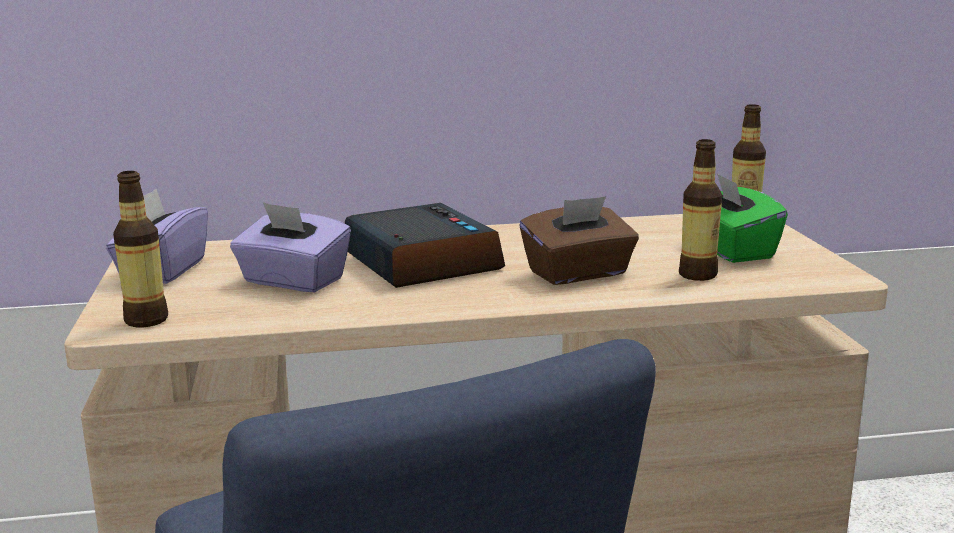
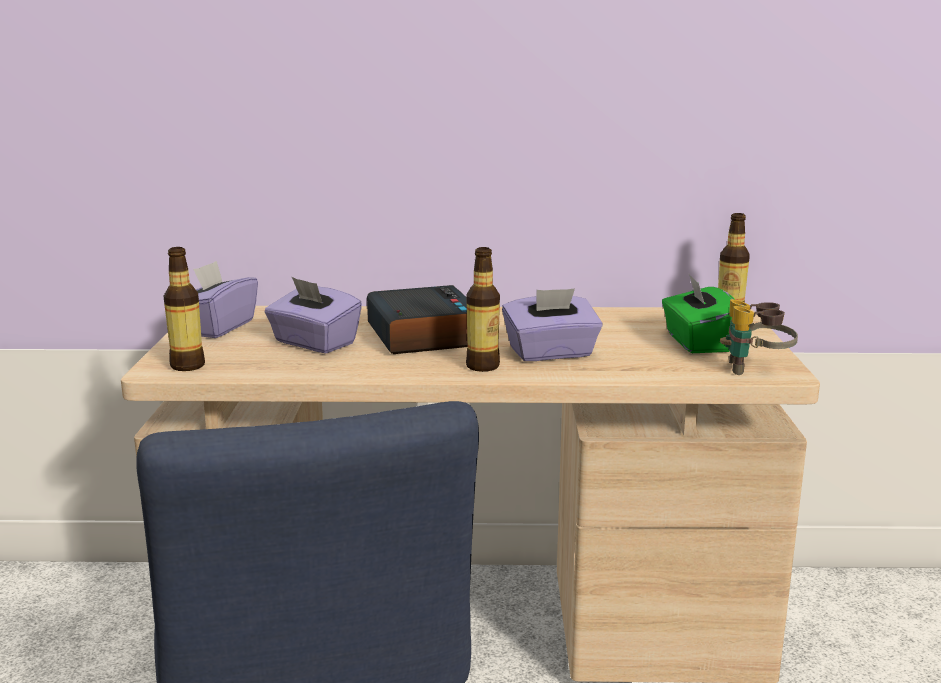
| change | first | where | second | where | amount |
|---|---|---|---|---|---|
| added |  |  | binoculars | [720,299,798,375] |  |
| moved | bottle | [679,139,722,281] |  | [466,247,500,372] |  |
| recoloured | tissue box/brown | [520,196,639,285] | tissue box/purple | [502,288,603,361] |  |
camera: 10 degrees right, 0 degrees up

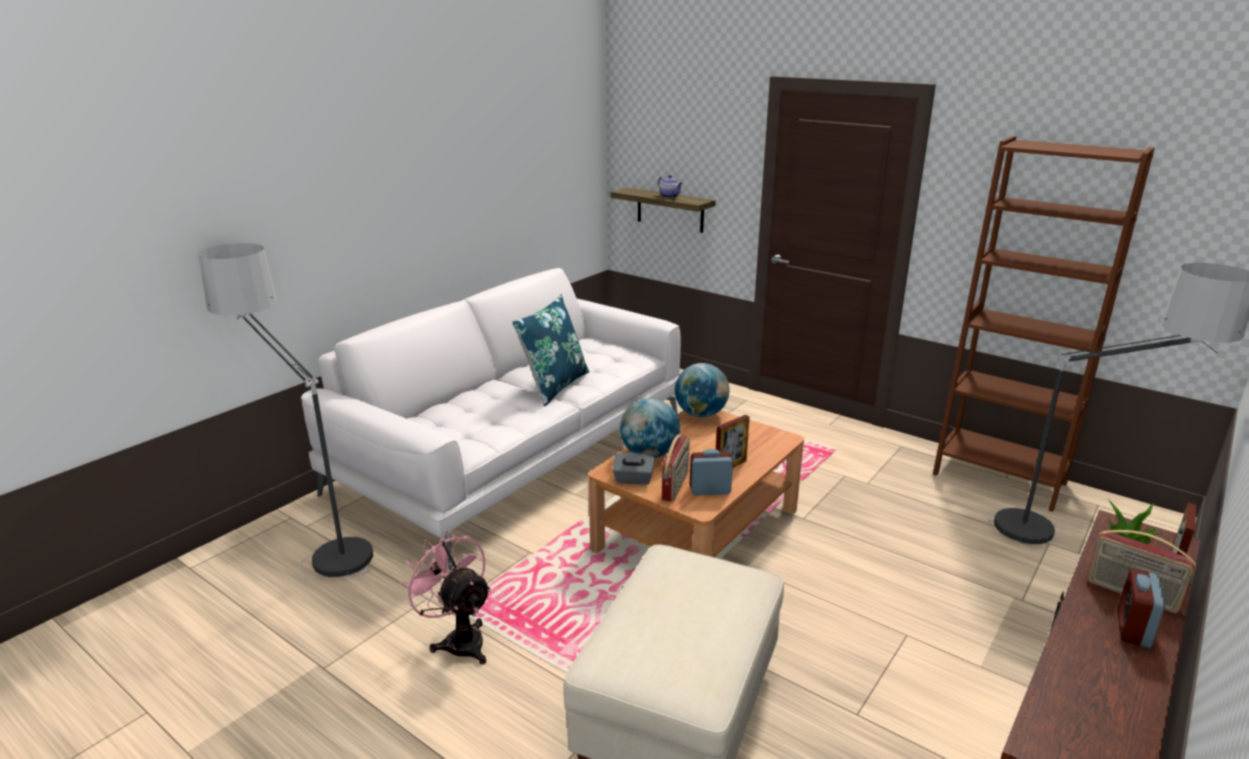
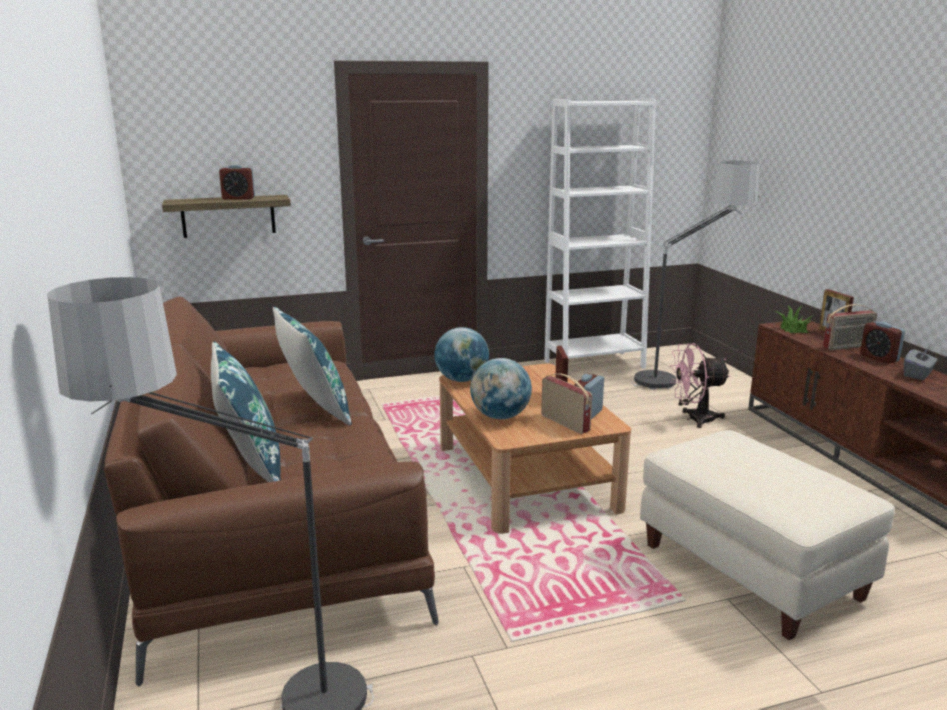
| change | first | where | second | where | amount |
|---|---|---|---|---|---|
| added |  |  | pillow/blue | [211,341,281,482] |  |
| moved | fan/pink | [399,530,491,665] |  | [669,343,730,428] |  |
| moved | tissue box/grey | [613,453,655,485] |  | [904,347,938,380] |  |
| replaced | teapot | [658,175,683,198] | alarm clock | [219,165,255,200] |  |
| recoloured | sofa/white | [301,268,681,570] | sofa/brown | [104,297,439,687] |  |
| recoloured | bookcase/brown | [933,136,1155,512] | bookcase/white | [544,98,658,369] |  |
camera: 55 degrees left, 5 degrees down

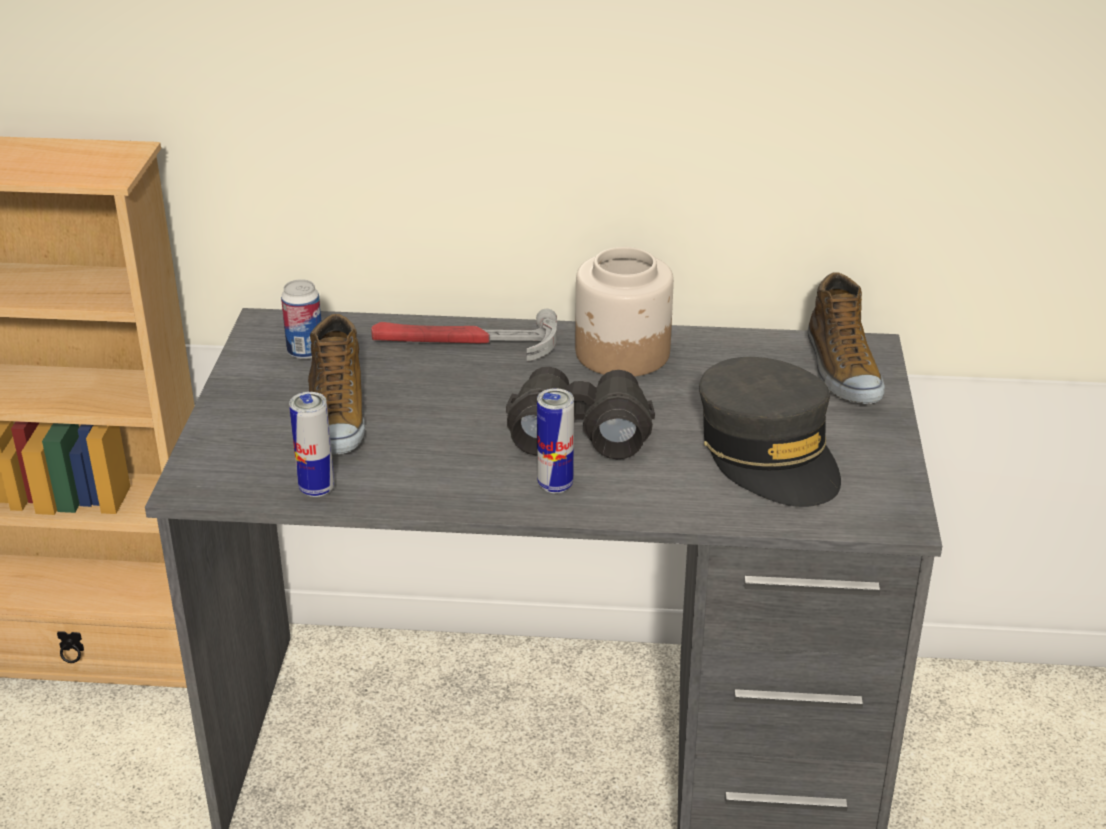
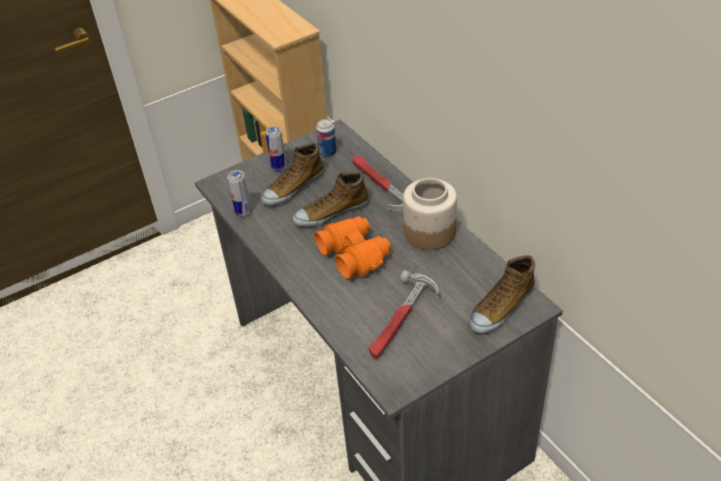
| change | first | where | second | where | amount |
|---|---|---|---|---|---|
| added |  |  | shoe | [292,172,369,227] |  |
| moved | can | [537,388,574,493] |  | [265,126,286,171] |  |
| replaced | cap/grey | [699,357,841,507] | hammer | [369,270,439,359] |  |
| recoloured | binoculars/black | [506,367,655,459] | binoculars/orange | [314,216,391,280] |  |
camera: 55 degrees right, 10 degrees up

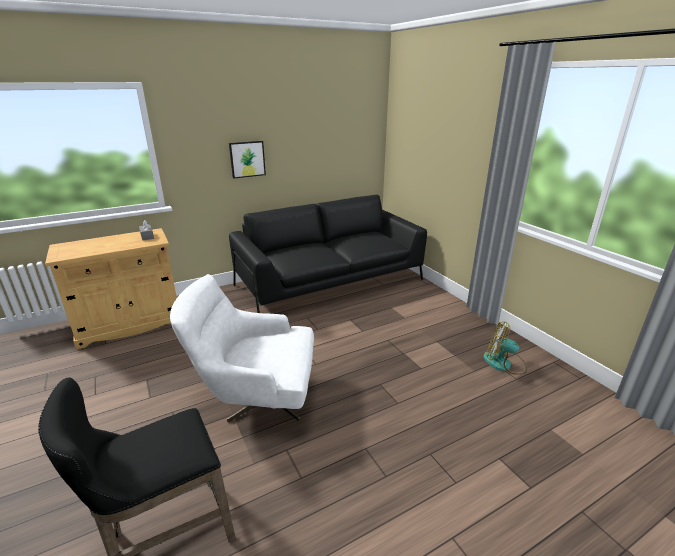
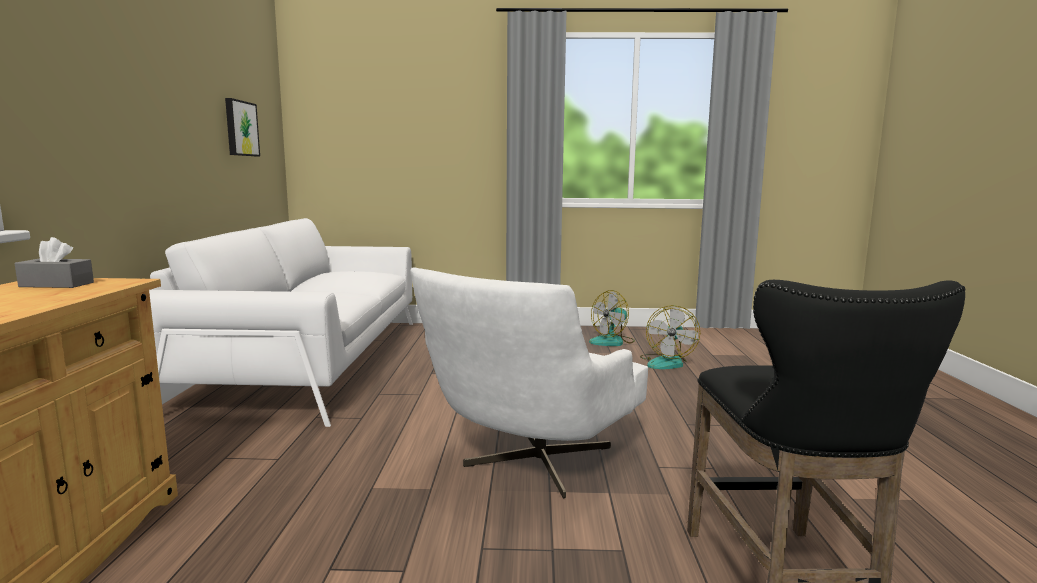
| change | first | where | second | where | amount |
|---|---|---|---|---|---|
| added |  |  | fan | [640,305,700,369] |  |
| moved | picture | [229,141,266,178] |  | [225,98,260,156] |  |
| recoloured | sofa/black | [229,195,427,313] | sofa/white | [149,218,413,427] |  |
camera: 60 degrees left, 15 degrees down

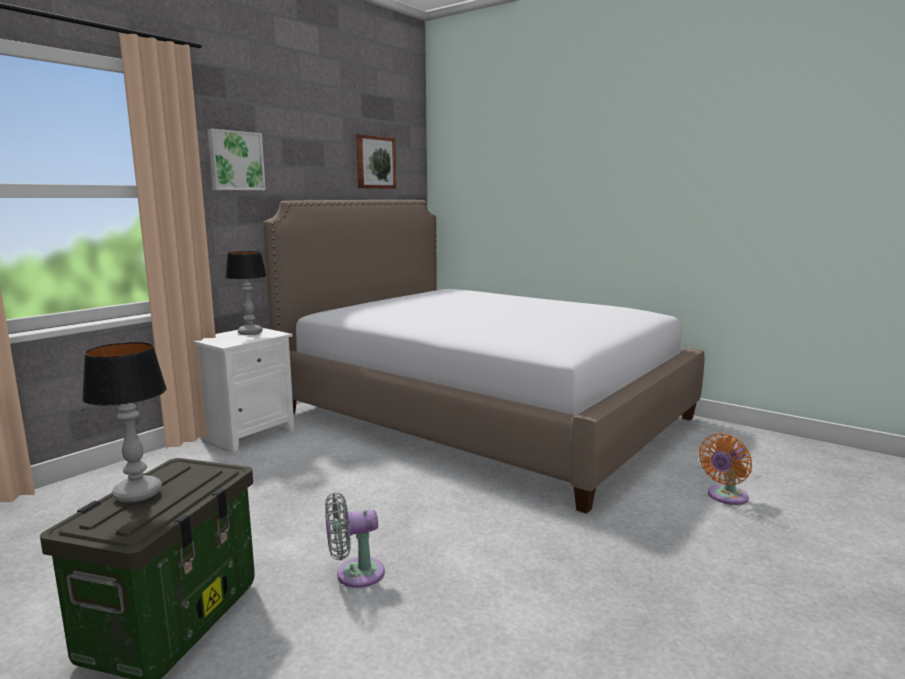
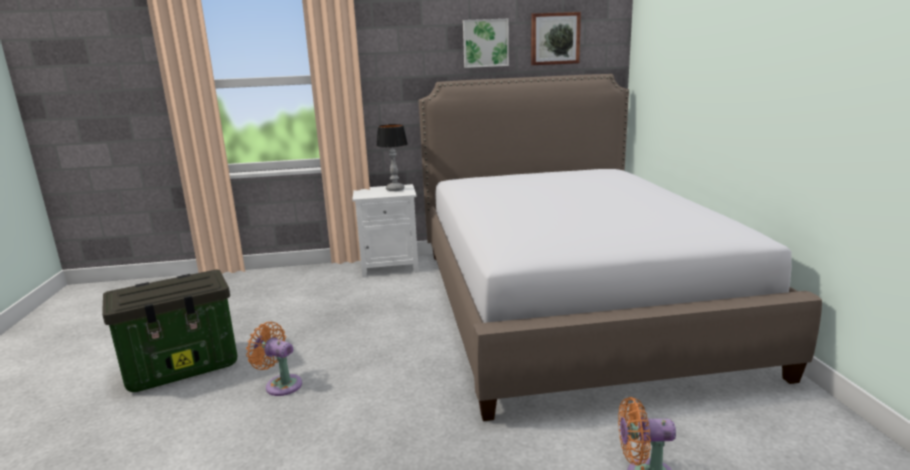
| change | first | where | second | where | amount |
|---|---|---|---|---|---|
| removed | table lamp | [82,342,167,503] |  |  |  |
| moved | picture | [207,129,266,190] |  | [463,19,509,68] |  |
| recoloured | fan/grey | [325,493,385,588] | fan/orange | [246,322,302,396] |  |
camera: 45 degrees right, 5 degrees up

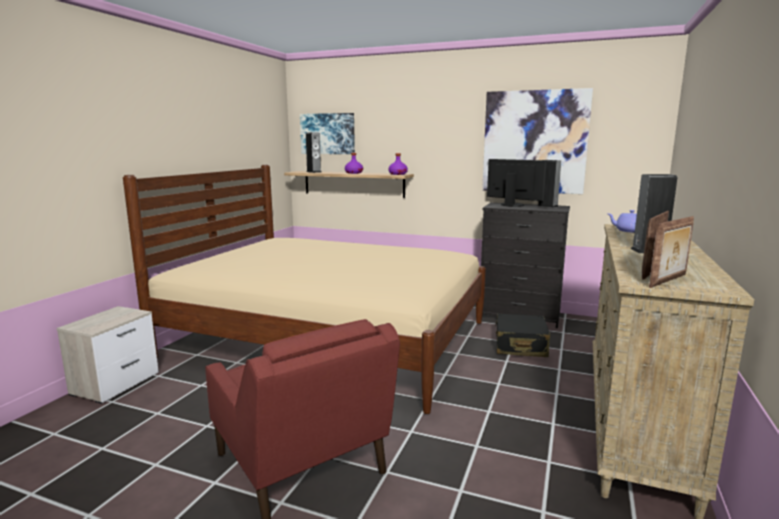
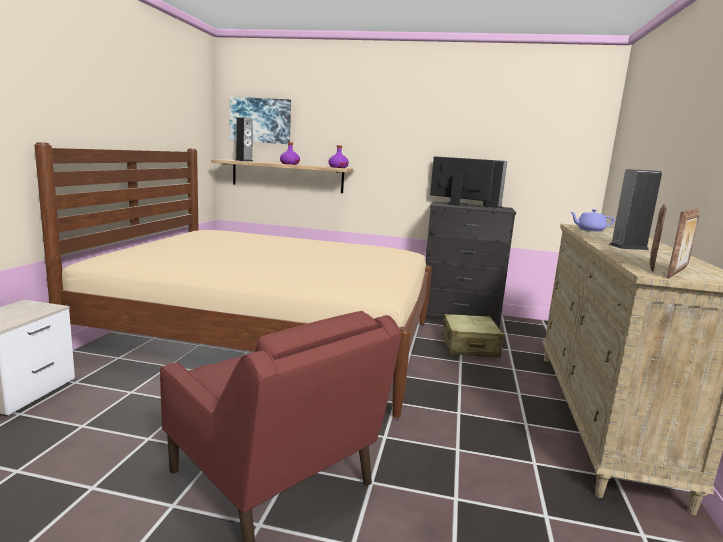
| change | first | where | second | where | amount |
|---|---|---|---|---|---|
| removed | picture | [482,88,593,194] |  |  |  |
| recoloured | suitcase/black | [495,314,550,357] | suitcase/beige | [442,314,504,357] |  |
camera: 10 degrees left, 0 degrees up

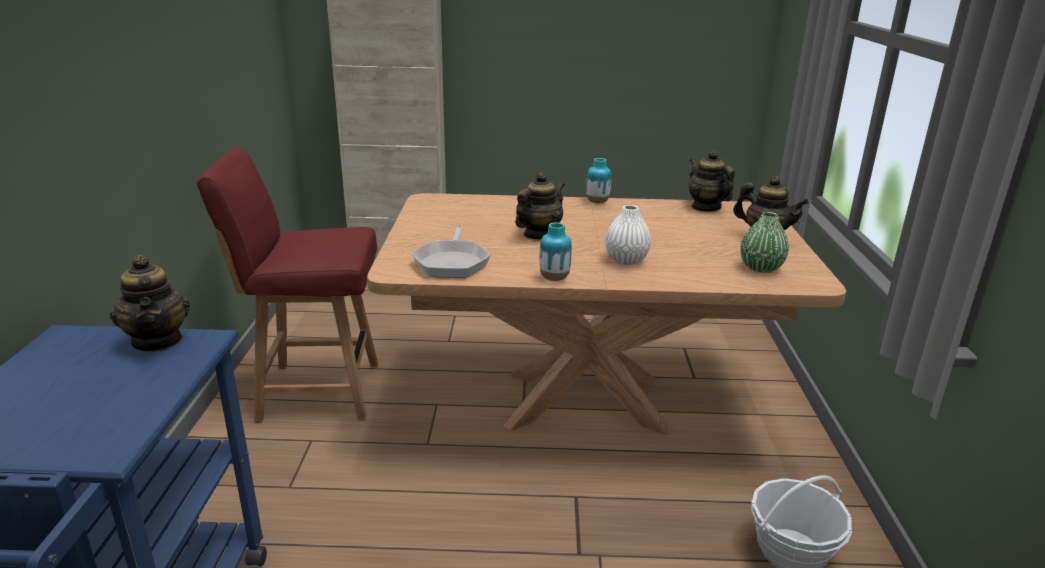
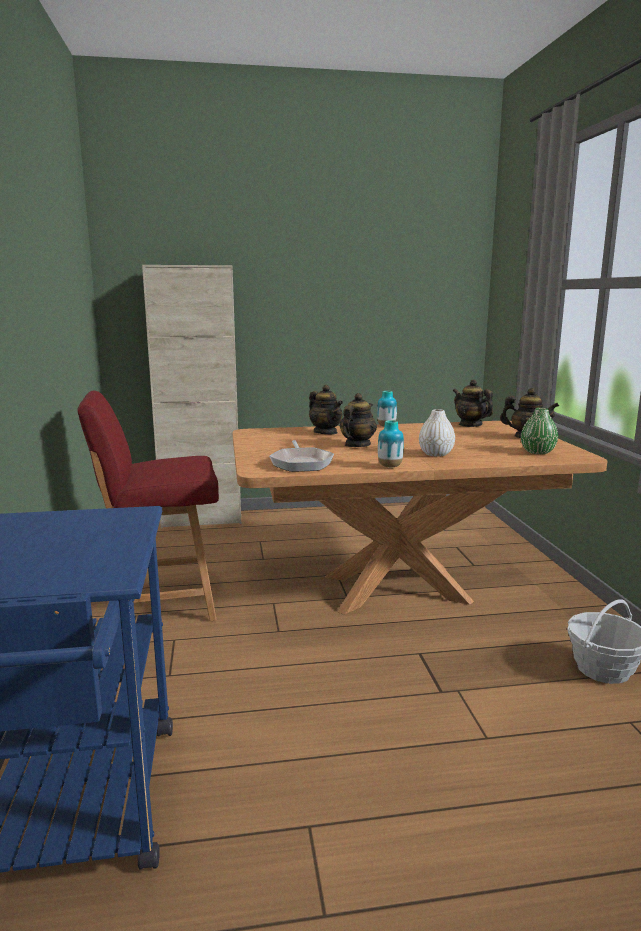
| change | first | where | second | where | amount |
|---|---|---|---|---|---|
| moved | teapot | [110,255,190,352] |  | [309,385,343,434] |  |
camera: 10 degrees left, 10 degrees down

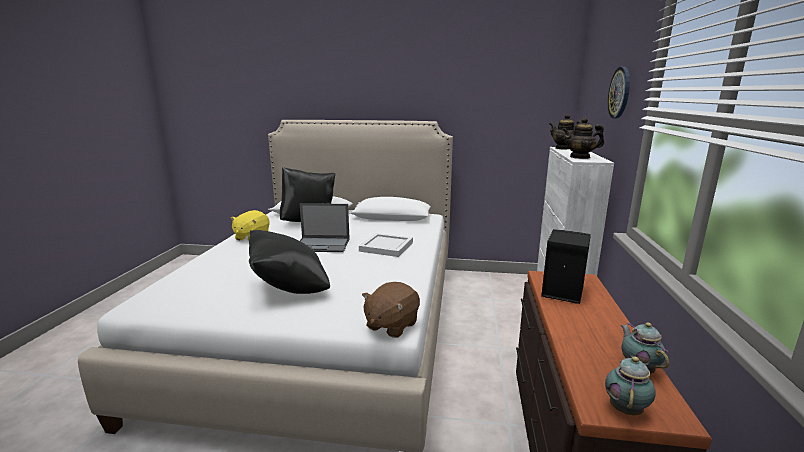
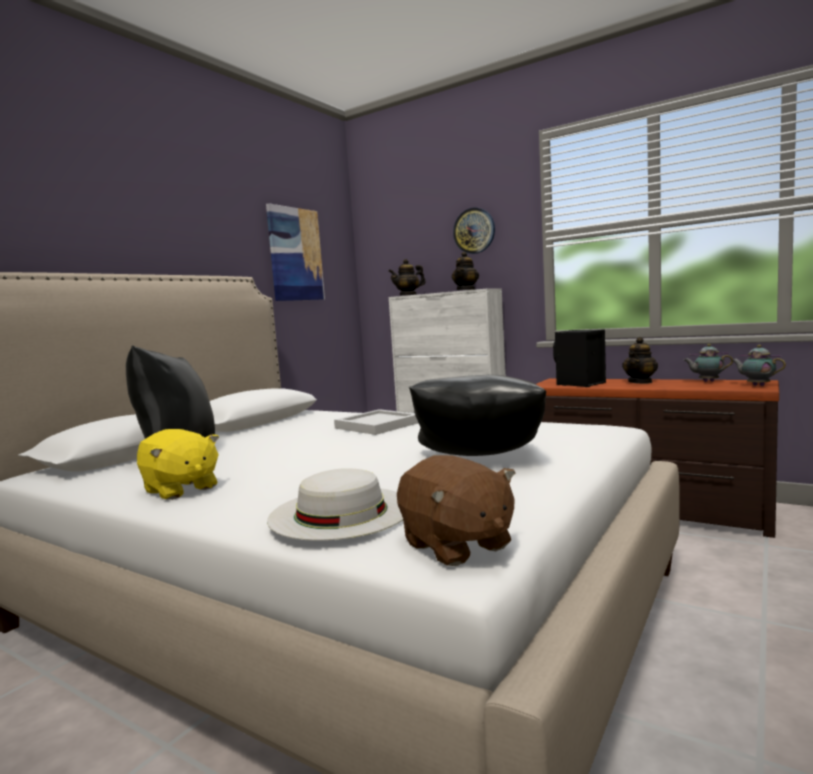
| change | first | where | second | where | amount |
|---|---|---|---|---|---|
| removed | laptop | [300,203,350,252] |  |  |  |
| added |  |  | picture | [266,203,325,301] |  |
| added |  |  | hat/white | [267,468,403,541] |  |
| added |  |  | teapot | [622,337,658,384] |  |
| moved | plush toy/brown | [362,282,420,338] |  | [397,455,515,566] |  |
camera: 65 degrees left, 10 degrees down

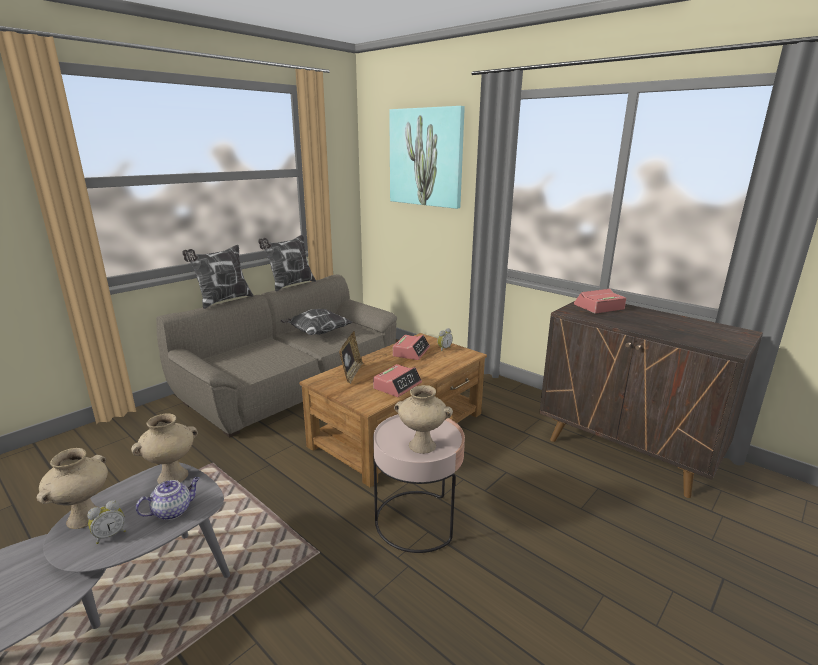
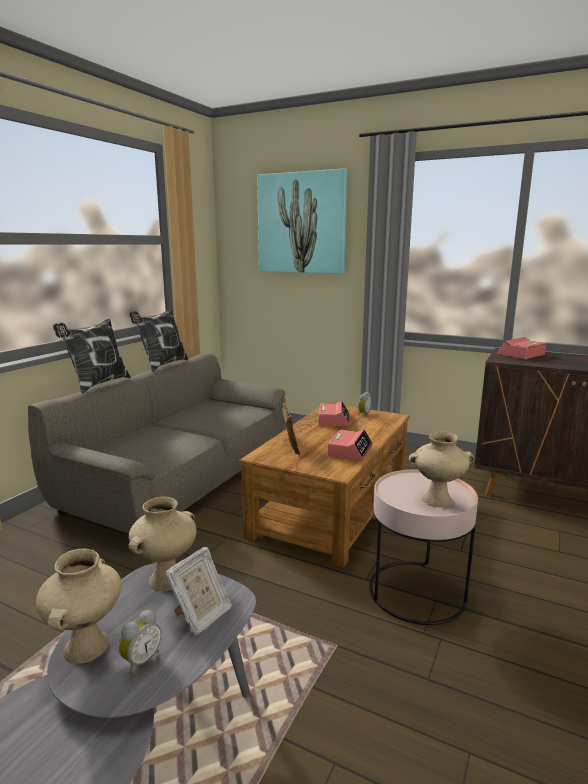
| change | first | where | second | where | amount |
|---|---|---|---|---|---|
| removed | pillow | [280,309,353,335] |  |  |  |
| replaced | teapot | [136,477,200,520] | picture frame | [165,547,232,635] |  |
camera: 15 degrees left, 5 degrees down

